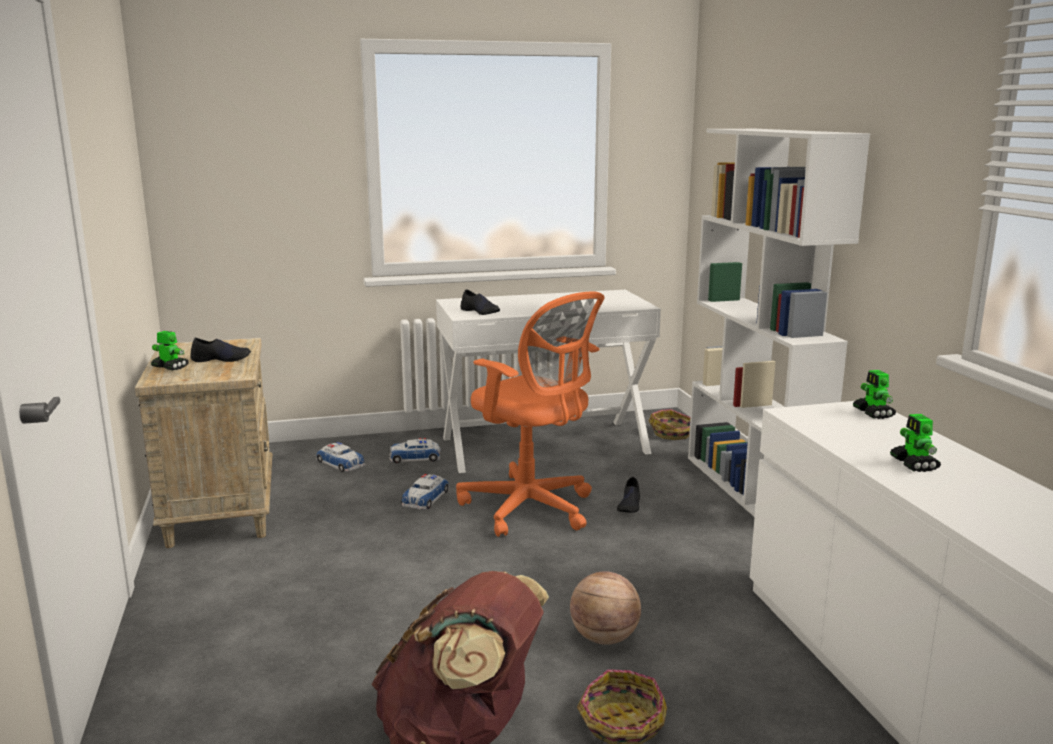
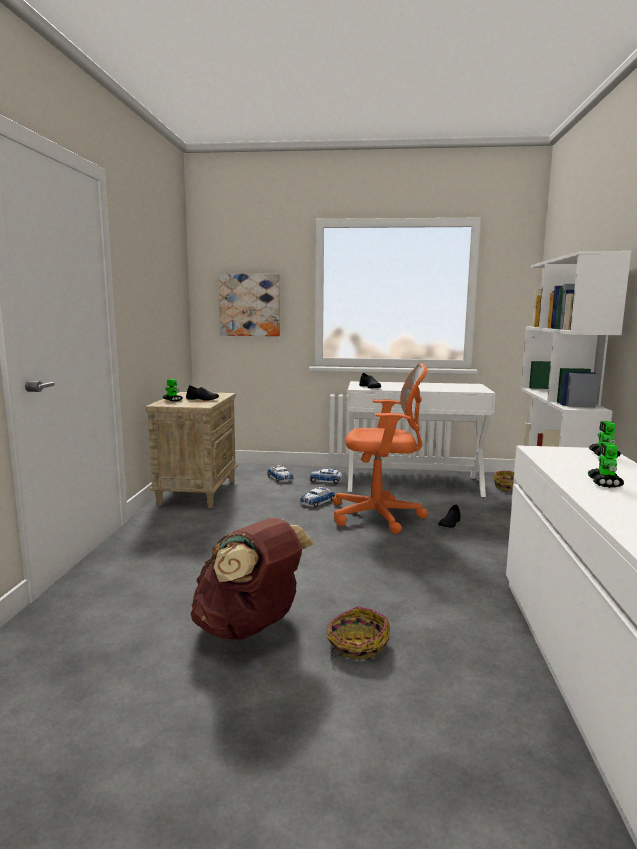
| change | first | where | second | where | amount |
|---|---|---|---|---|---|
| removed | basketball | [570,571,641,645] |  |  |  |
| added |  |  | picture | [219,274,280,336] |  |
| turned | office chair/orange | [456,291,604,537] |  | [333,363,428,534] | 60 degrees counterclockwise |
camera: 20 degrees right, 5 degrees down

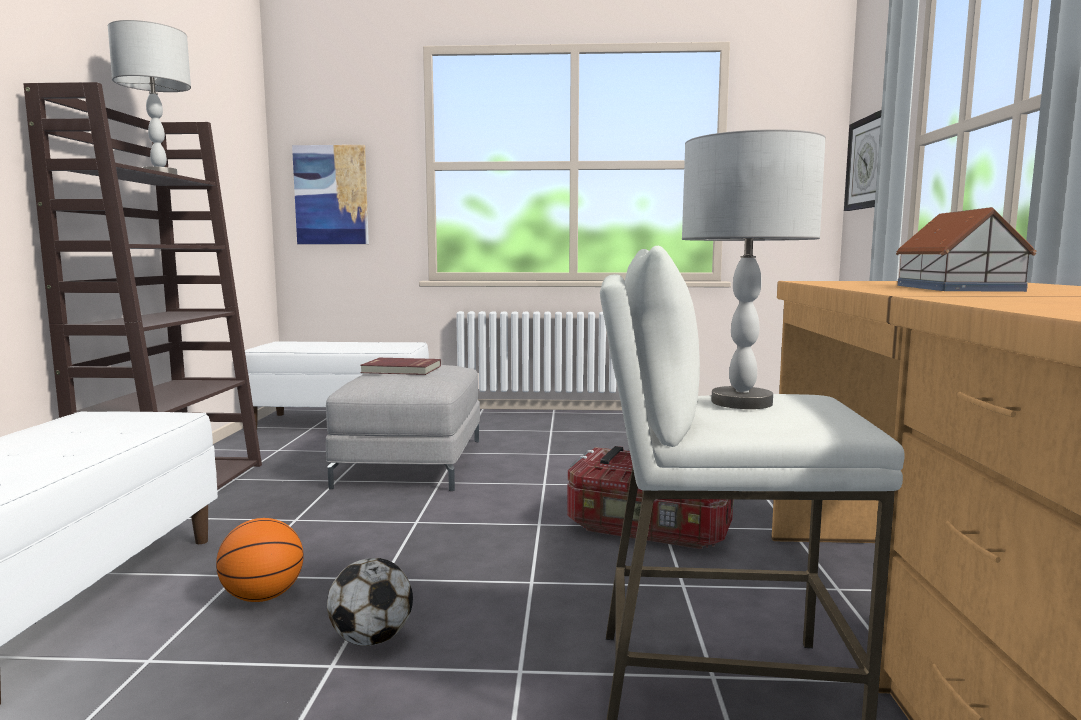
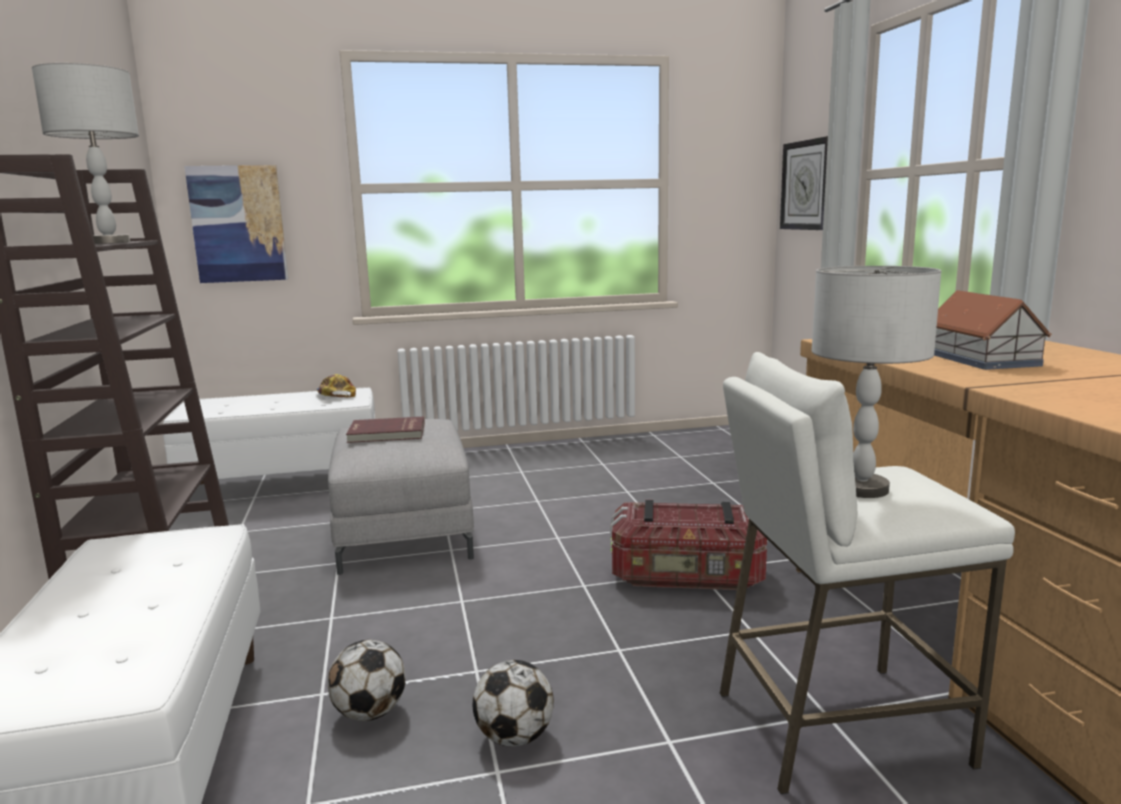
| change | first | where | second | where | amount |
|---|---|---|---|---|---|
| added |  |  | cap | [316,374,356,398] |  |
| replaced | basketball | [216,518,303,602] | football | [328,639,406,721] |  |
camera: 15 degrees left, 5 degrees up

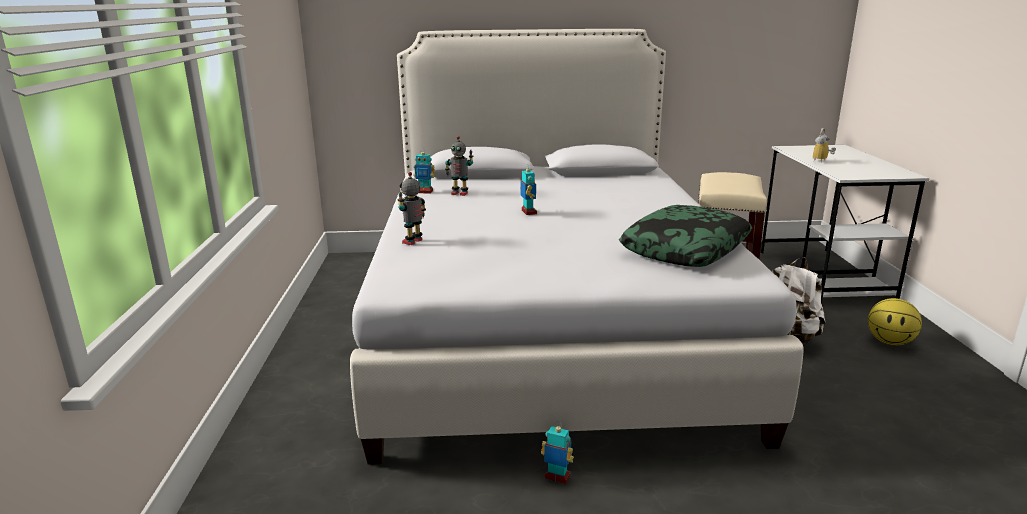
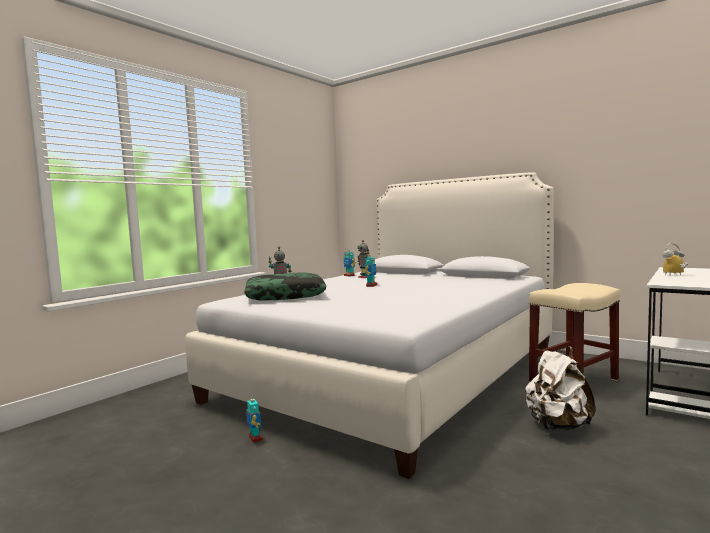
| change | first | where | second | where | amount |
|---|---|---|---|---|---|
| removed | basketball | [868,298,922,345] |  |  |  |
| moved | pillow | [619,205,752,267] |  | [244,273,327,300] |  |
camera: 40 degrees right, 15 degrees down

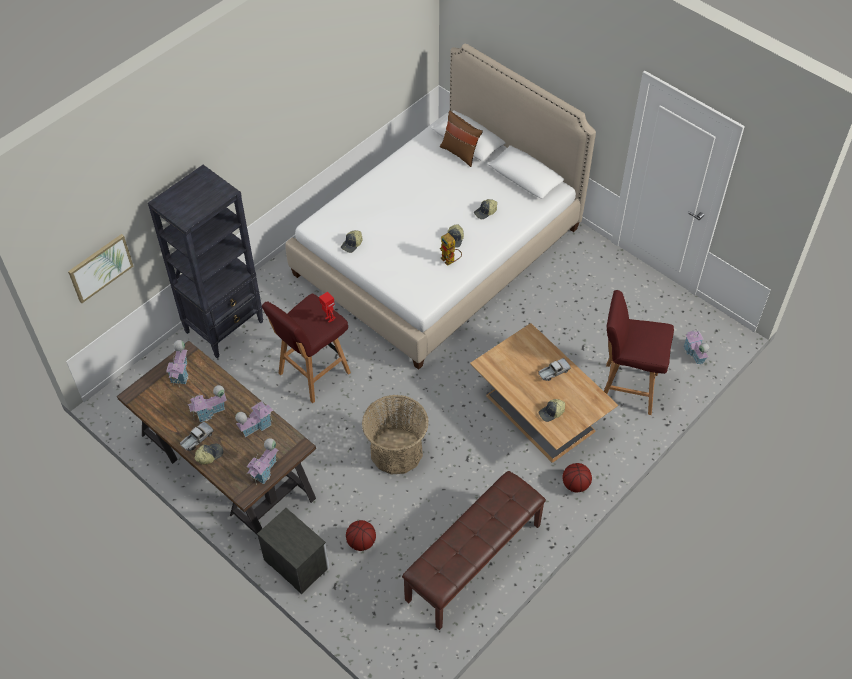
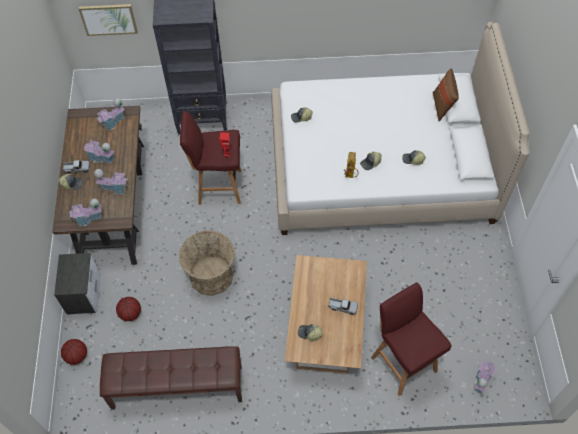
| change | first | where | second | where | amount |
|---|---|---|---|---|---|
| moved | basketball | [562,463,592,492] |  | [61,339,87,365] |  |
camera: 45 degrees right, 5 degrees up

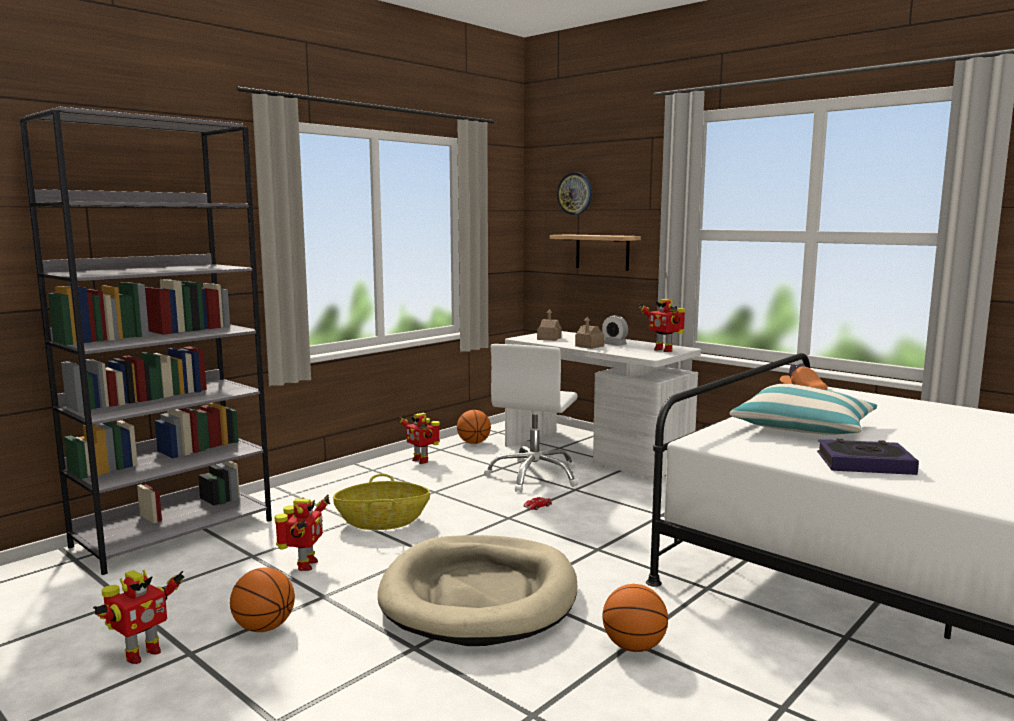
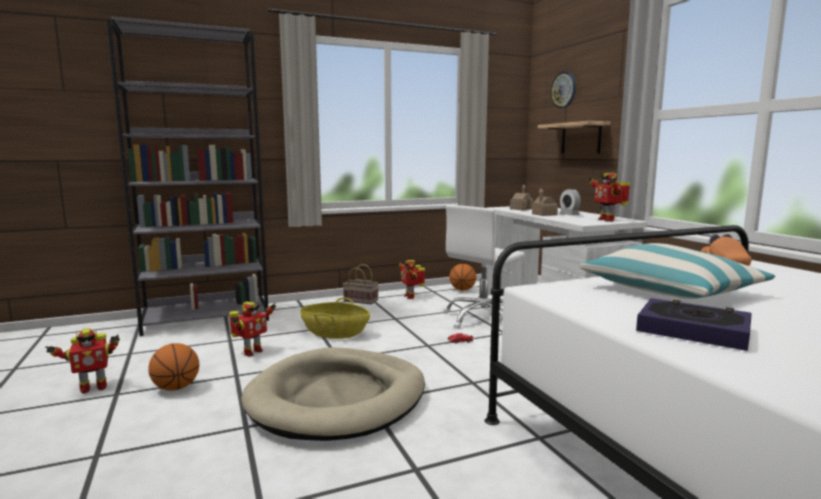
| change | first | where | second | where | amount |
|---|---|---|---|---|---|
| removed | basketball | [603,584,668,652] |  |  |  |
| added |  |  | basket | [343,264,379,305] |  |
camera: 25 degrees right, 0 degrees up

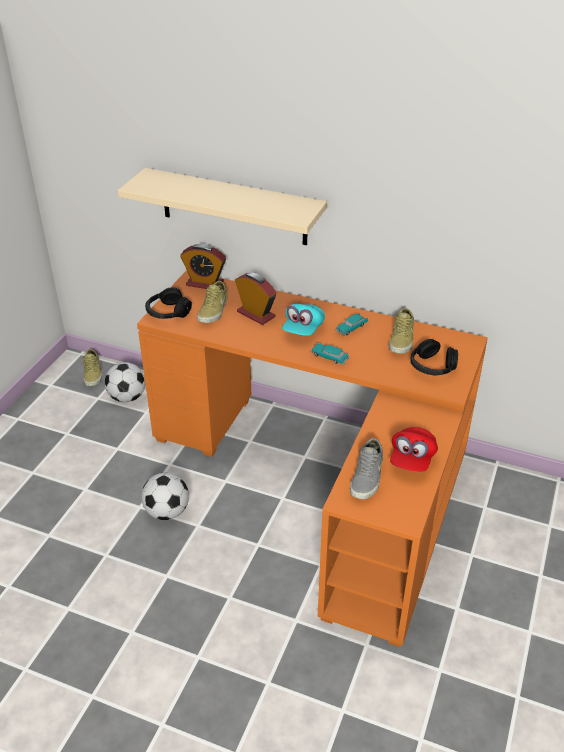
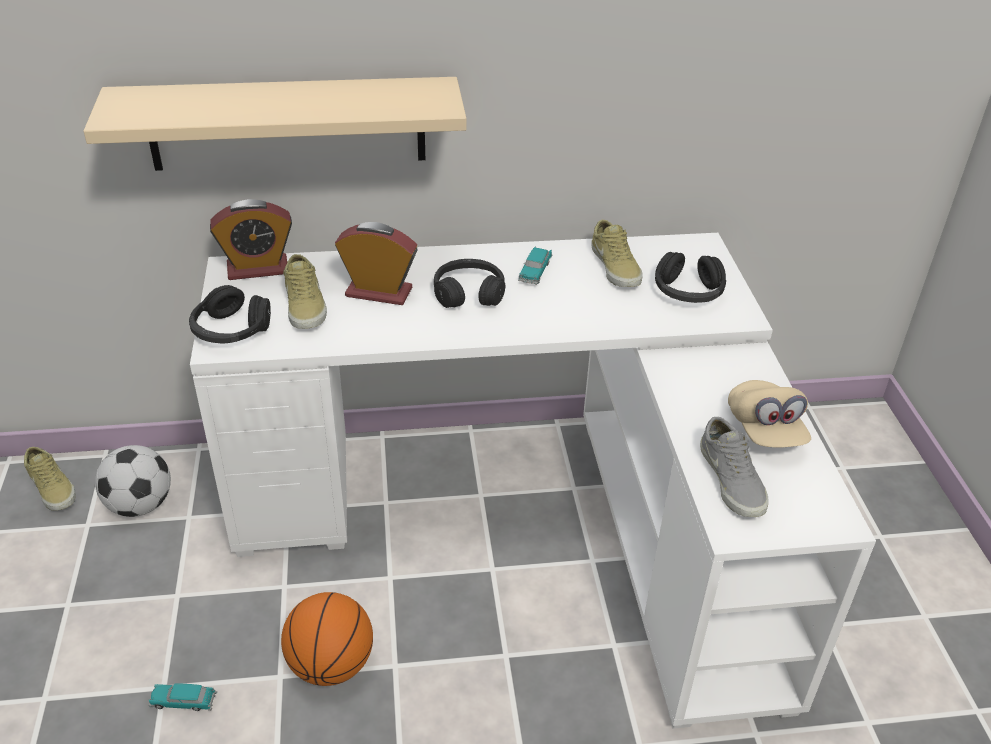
| change | first | where | second | where | amount |
|---|---|---|---|---|---|
| moved | toy car | [311,343,350,365] |  | [148,683,217,711] |  |
| replaced | football | [141,473,189,520] | basketball | [281,592,373,686] |  |
| replaced | cap/turquoise | [282,304,325,336] | headphones/black | [434,259,505,308] |  |
| recoloured | desk/orange | [137,270,488,647] | desk/white | [190,233,876,729] |  |
| recoloured | cap/red | [390,427,438,472] | cap/beige | [728,380,811,448] |  |
camera: 30 degrees left, 0 degrees up

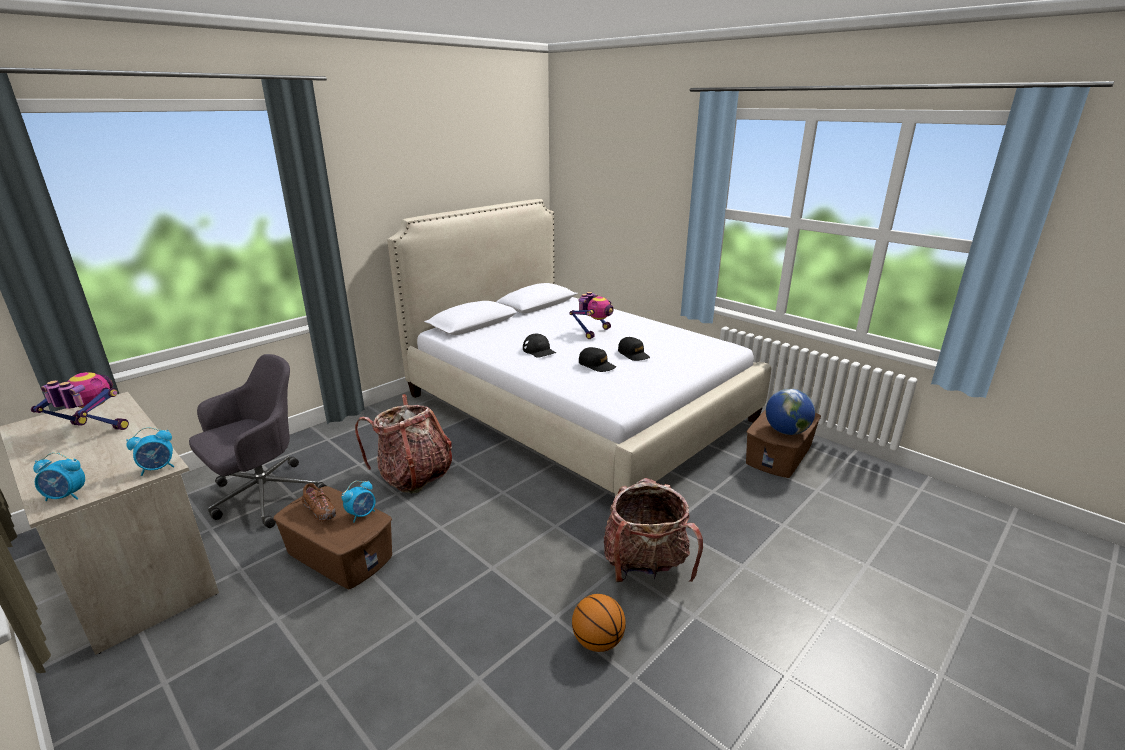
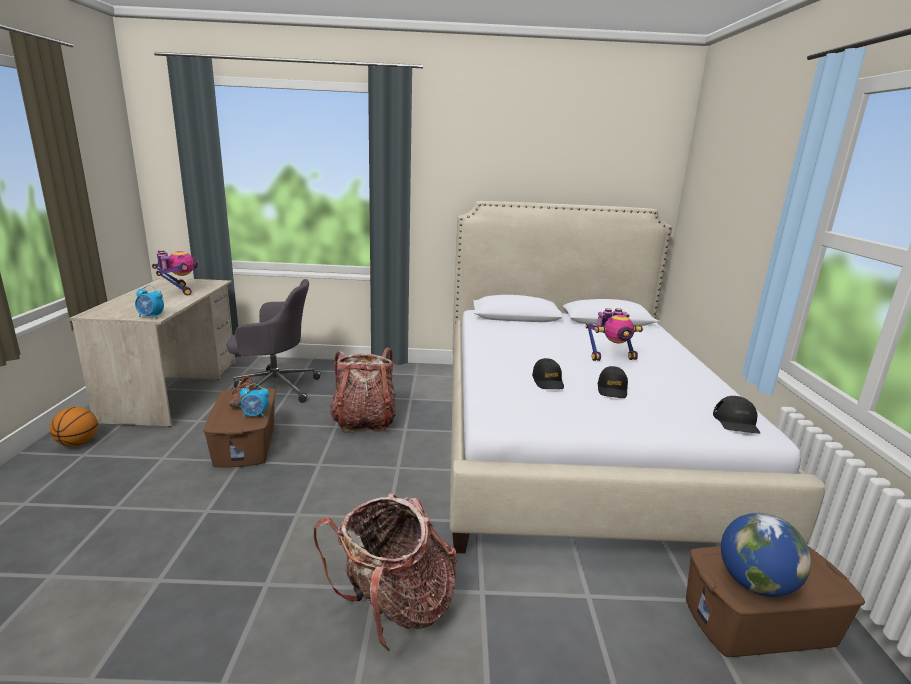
| change | first | where | second | where | amount |
|---|---|---|---|---|---|
| removed | alarm clock | [33,452,85,501] |  |  |  |
| moved | cap/black | [523,334,556,358] |  | [713,396,760,434] |  |
| moved | basketball | [572,594,626,652] |  | [50,407,98,447] |  |
camera: 45 degrees right, 5 degrees down

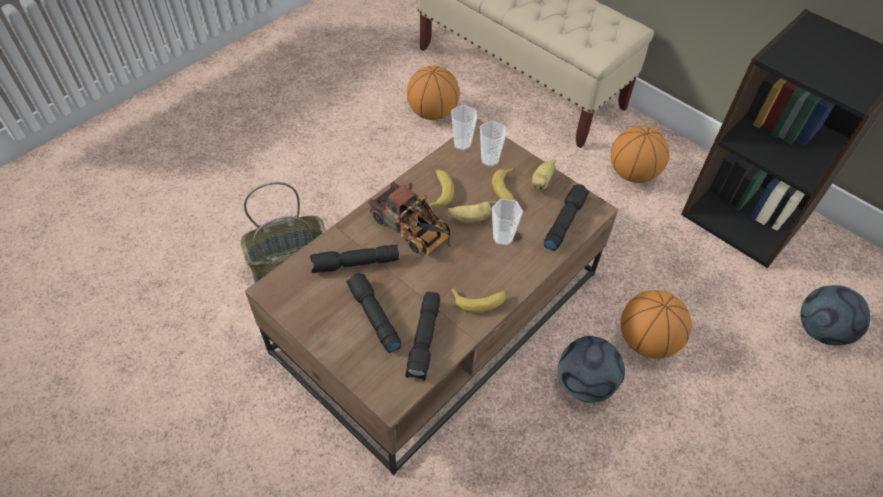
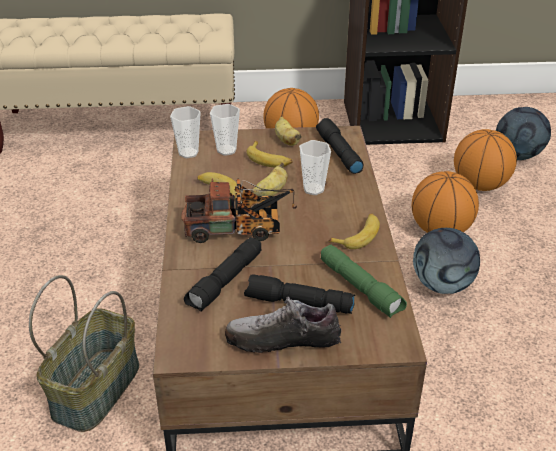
| change | first | where | second | where | amount |
|---|---|---|---|---|---|
| added |  |  | shoe | [225,297,341,353] |  |
| moved | basketball | [407,66,459,120] |  | [454,129,517,191] |  |
| recoloured | flashlight/black | [405,291,440,381] | flashlight/green | [321,245,407,318] |  |
camera: 45 degrees left, 15 degrees down

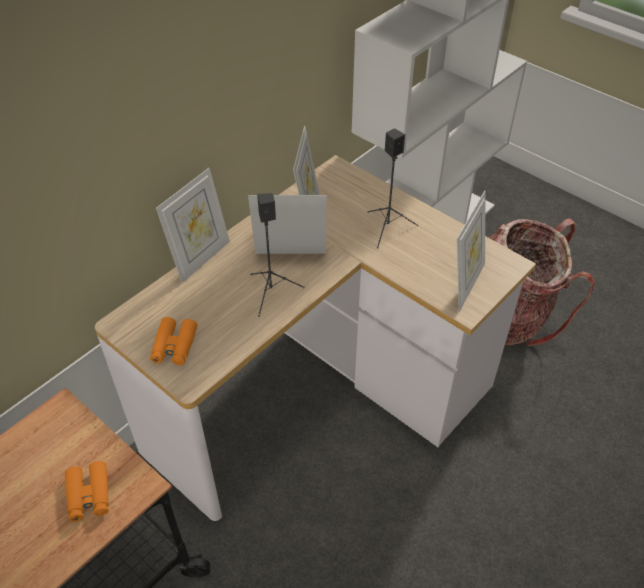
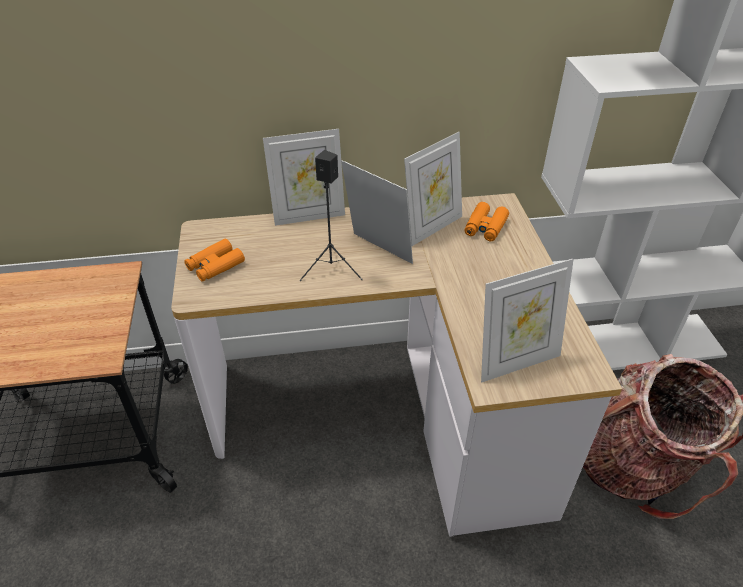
| change | first | where | second | where | amount |
|---|---|---|---|---|---|
| removed | speaker/black | [368,128,418,248] |  |  |  |
| moved | binoculars/orange | [65,461,109,522] |  | [464,202,509,241] |  |
camera: 40 degrees right, 5 degrees down

